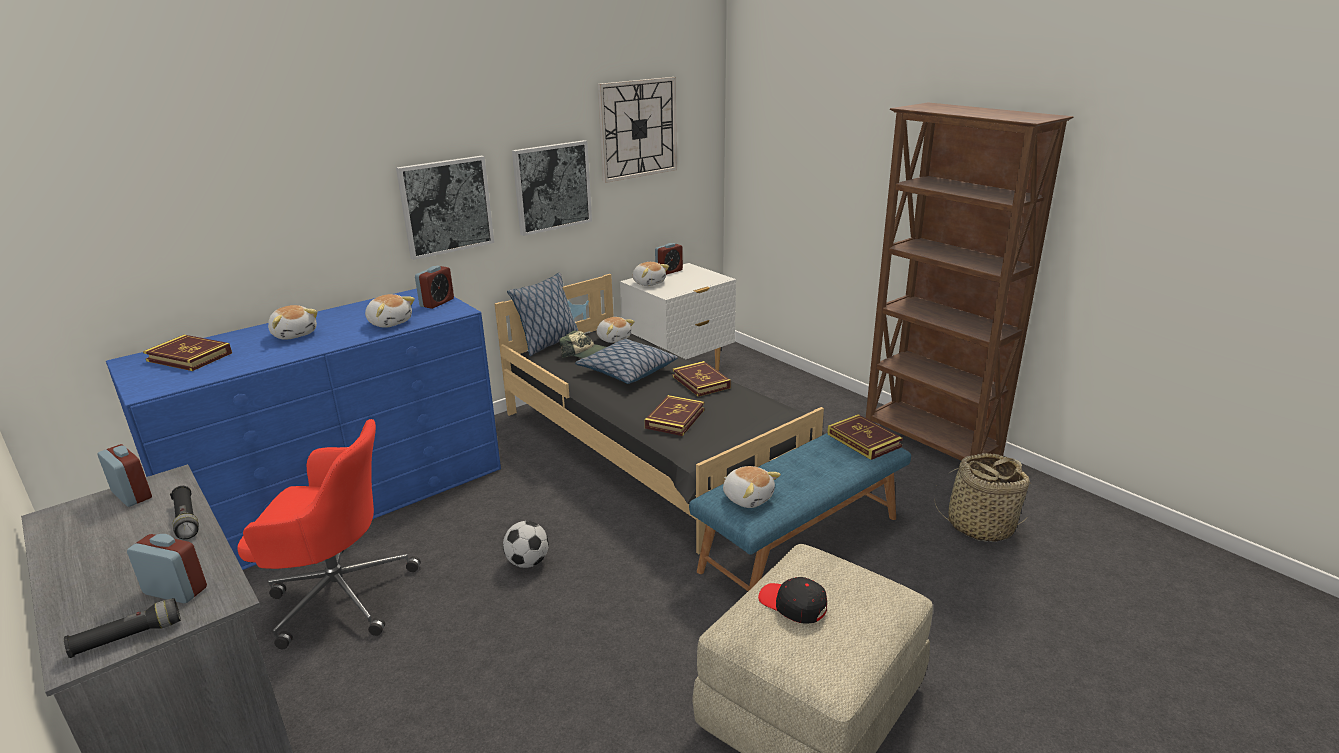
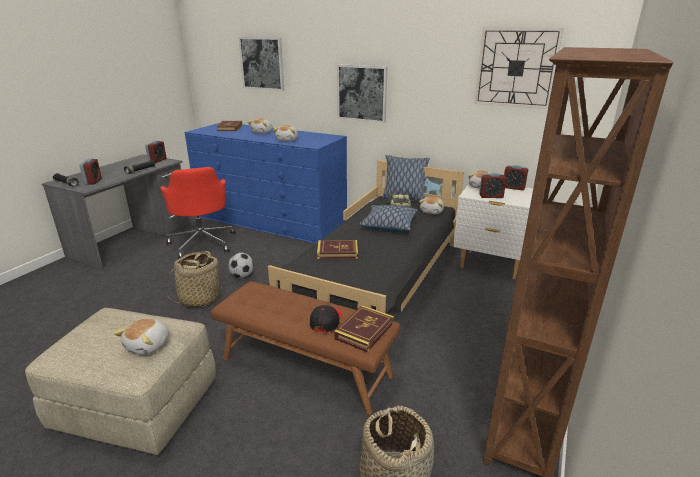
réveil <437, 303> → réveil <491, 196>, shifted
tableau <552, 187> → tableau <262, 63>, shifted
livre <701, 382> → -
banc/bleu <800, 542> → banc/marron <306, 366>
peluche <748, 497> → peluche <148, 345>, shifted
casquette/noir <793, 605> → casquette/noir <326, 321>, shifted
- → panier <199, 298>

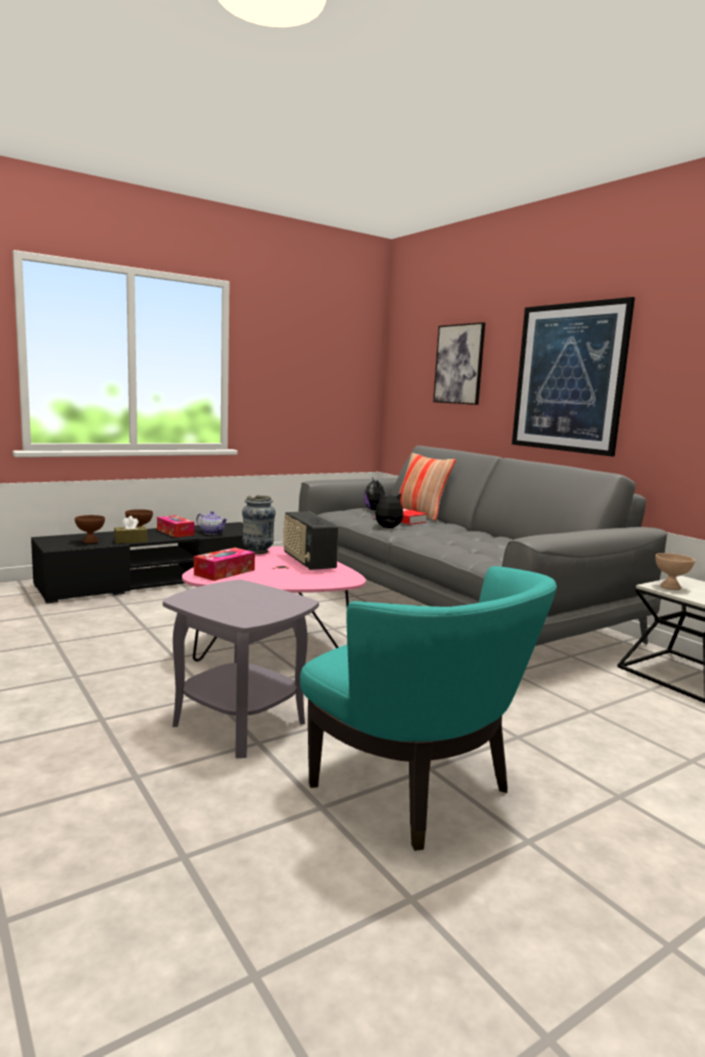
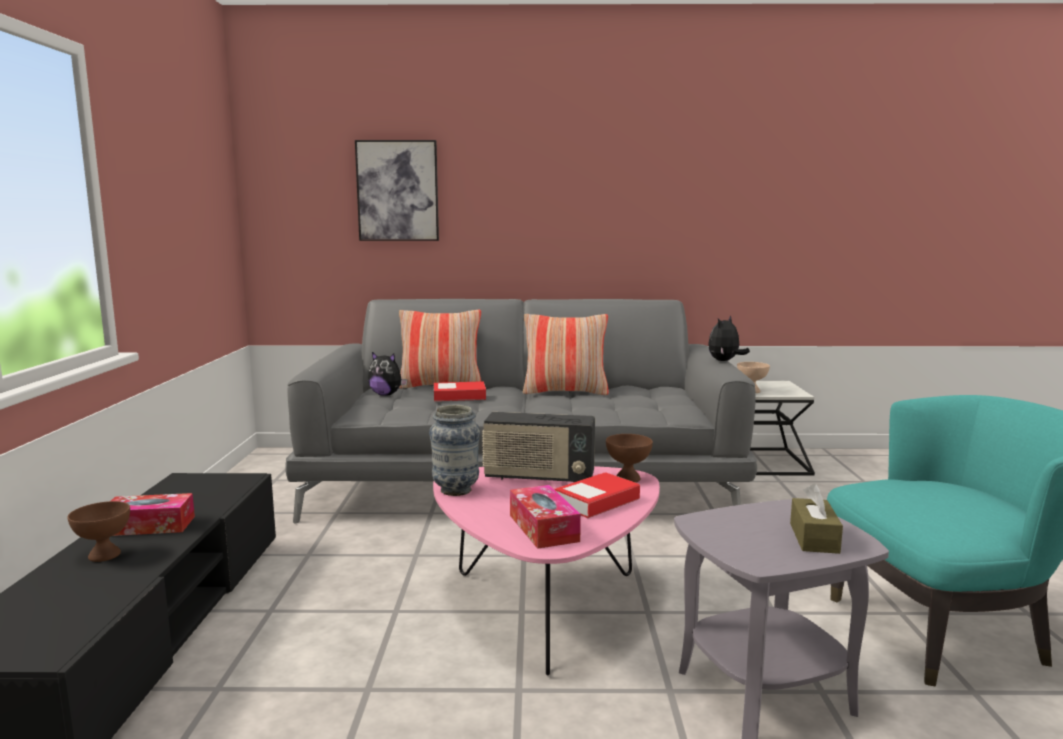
bol/marron <90, 542> → bol/marron <628, 479>, shifted
boîte à mouchoirs/marron <131, 541> → boîte à mouchoirs/marron <814, 538>, shifted
théière <212, 533> → -
peluche <388, 528> → peluche <725, 361>, shifted
tableau <568, 378> → -
- → coussin <565, 392>
- → livre <597, 502>

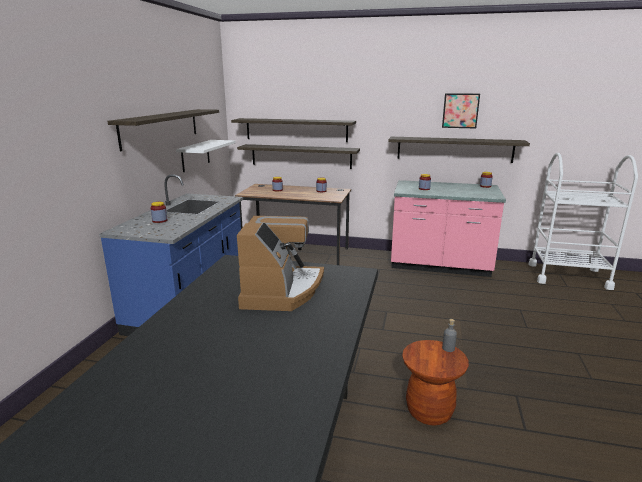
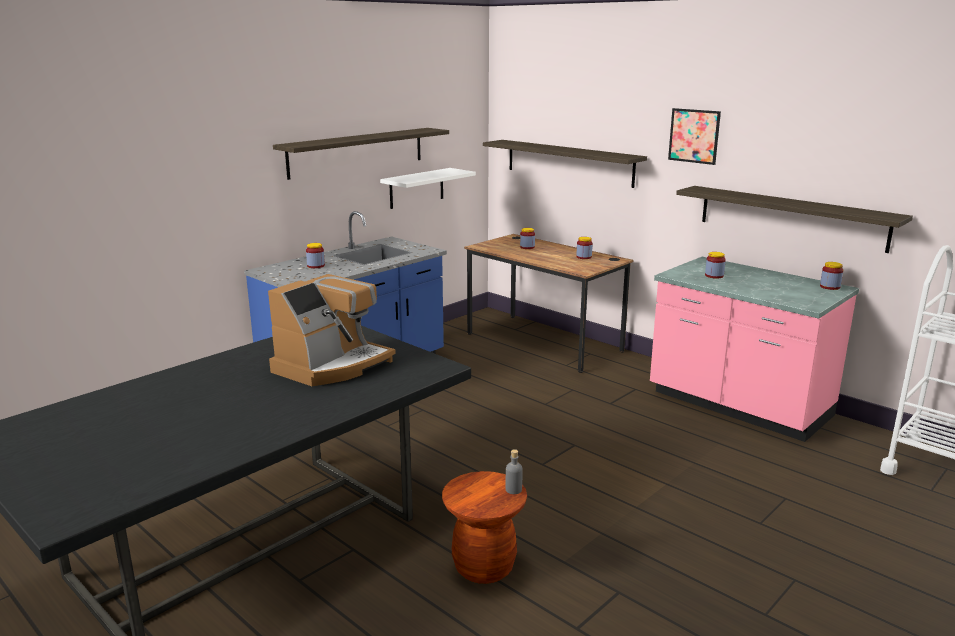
étagère <301, 156> → -
tableau <460, 110> → tableau <694, 136>, shifted

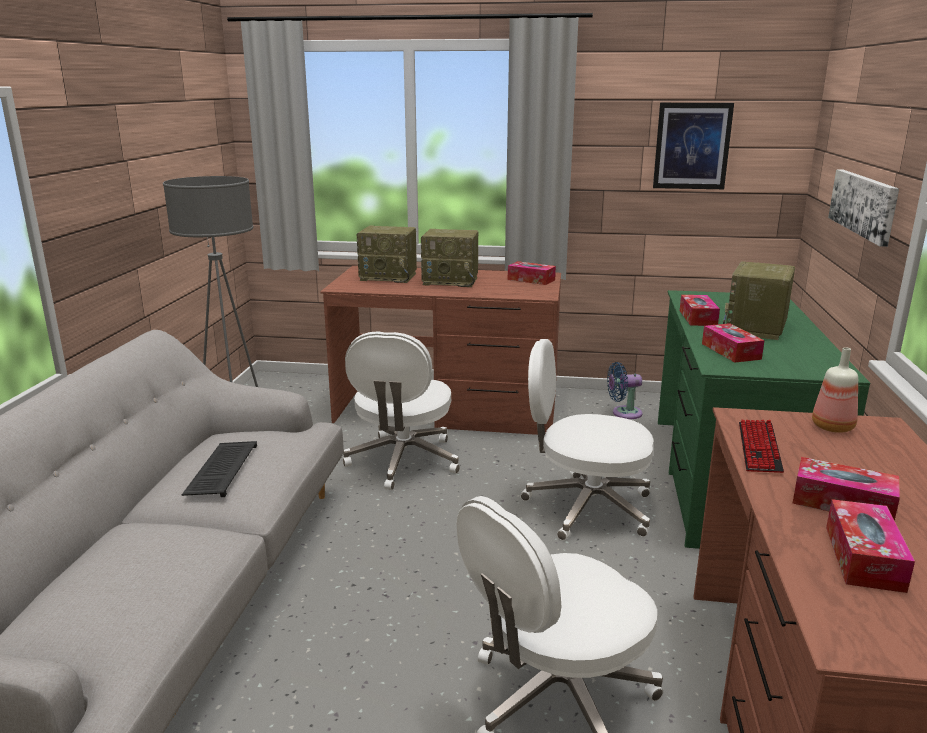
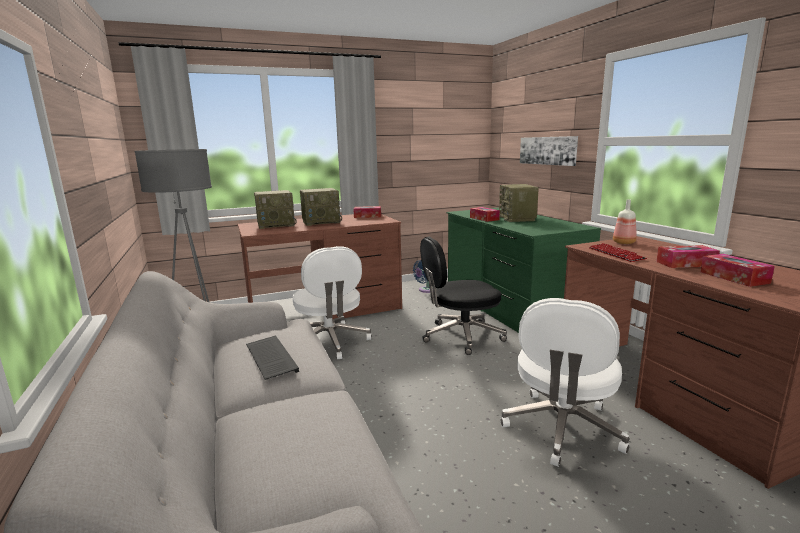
chaise de bureau/blanc <586, 507> → chaise de bureau/noir <461, 336>
tableau <692, 146> → -
boîte à mouchoirs <730, 351> → -

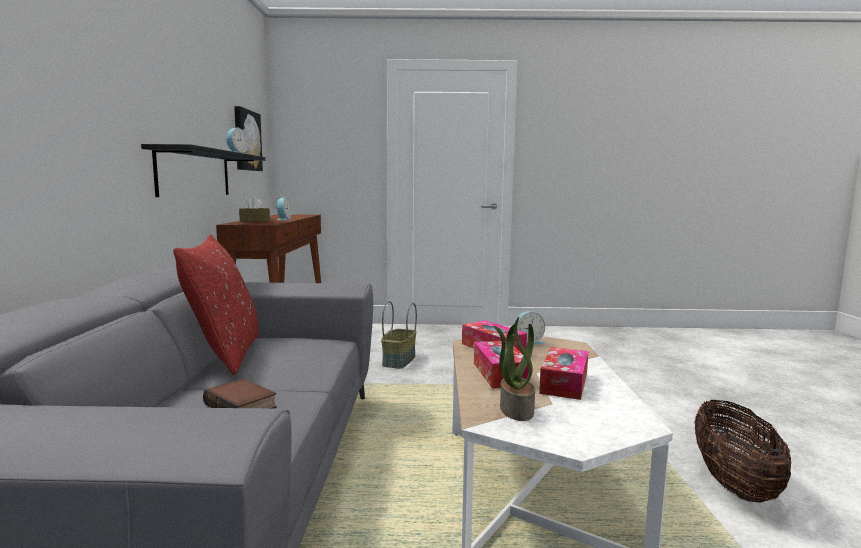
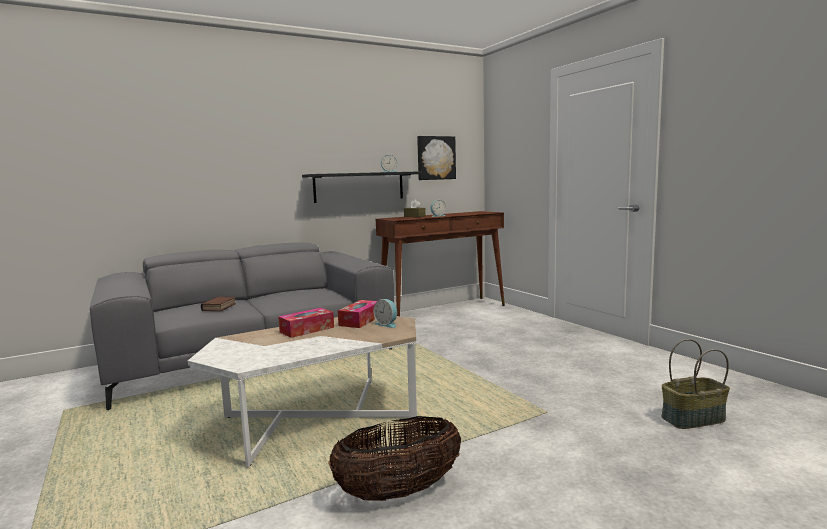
coussin/rouge <224, 355> → -
panier <399, 361> → panier <693, 419>, shifted
plante en pot <515, 409> → -
boîte à mouchoirs <564, 383> → -

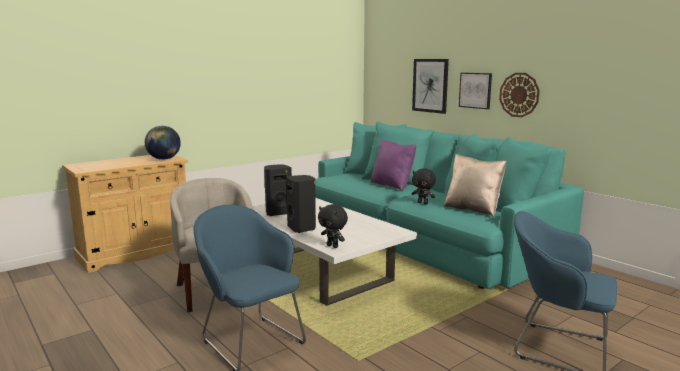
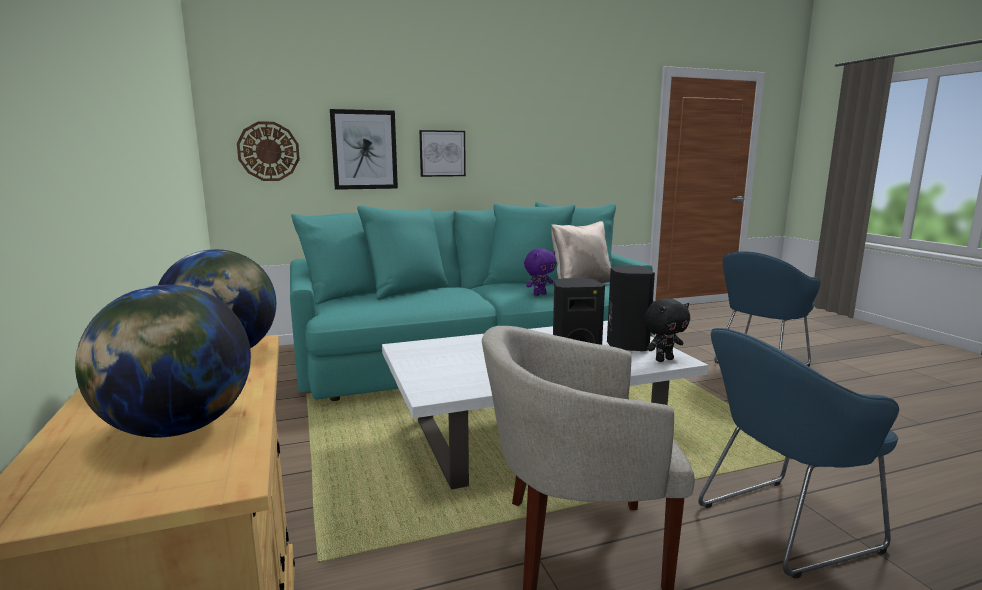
enceinte/noir <278, 213> → enceinte/noir <626, 346>, shifted
coussin/violet <392, 185> → -
peluche/noir <423, 203> → peluche/violet <539, 294>
horloge murale <519, 95> → horloge murale <268, 151>, shifted
- → globe <177, 429>

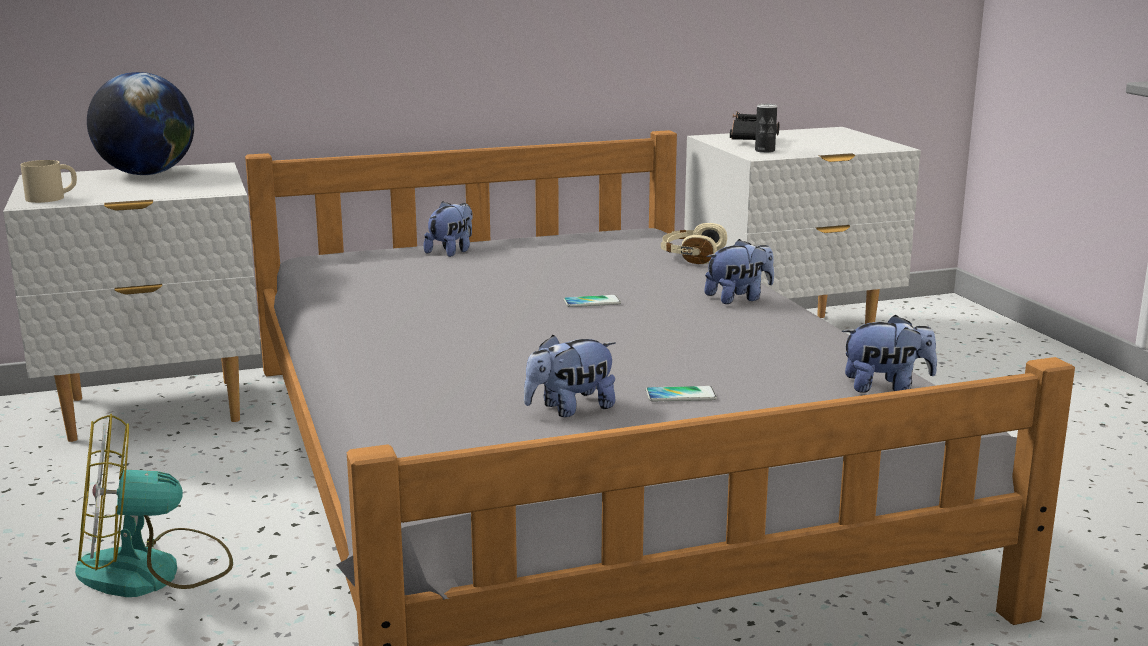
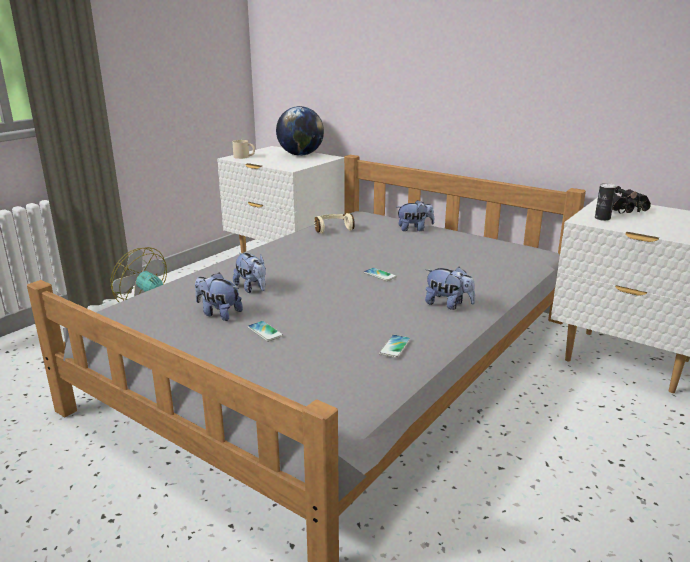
casque audio/beige <691, 256> → casque audio/beige <332, 228>, shifted
peluche <886, 387> → peluche <252, 288>, shifted
- → téléphone <395, 347>

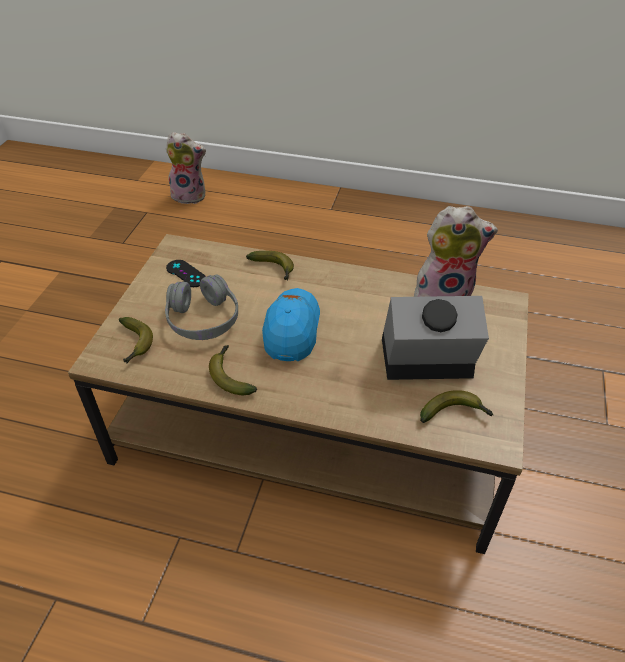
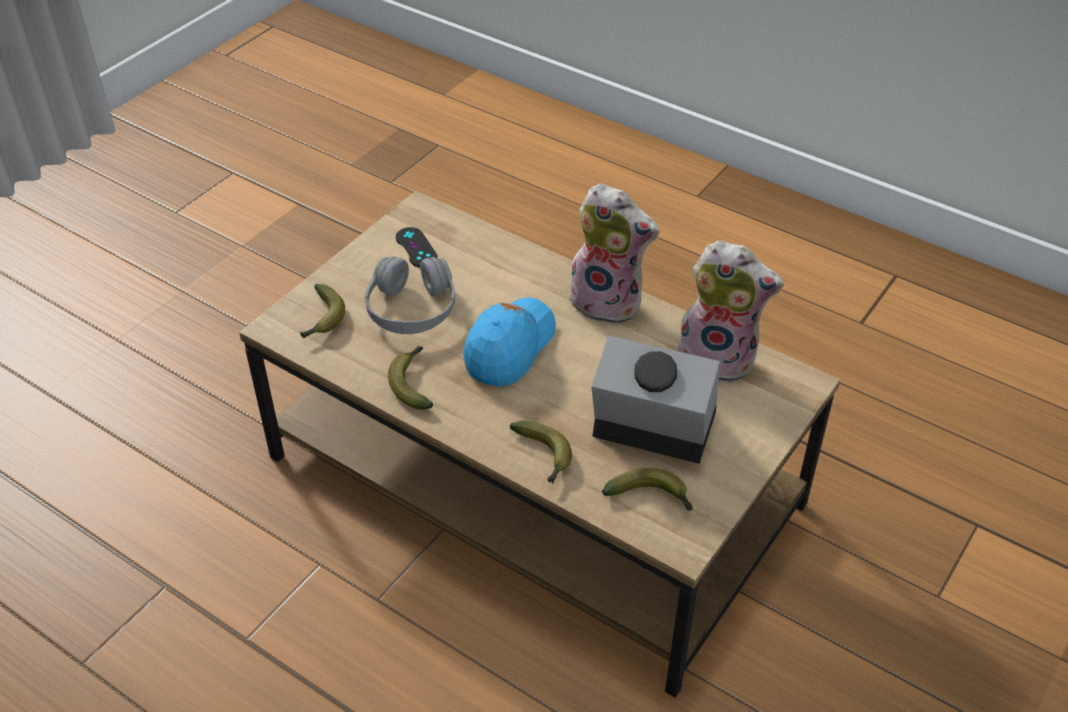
peluche <190, 195> → peluche <609, 302>, shifted
banane <274, 269> → banane <544, 456>, shifted

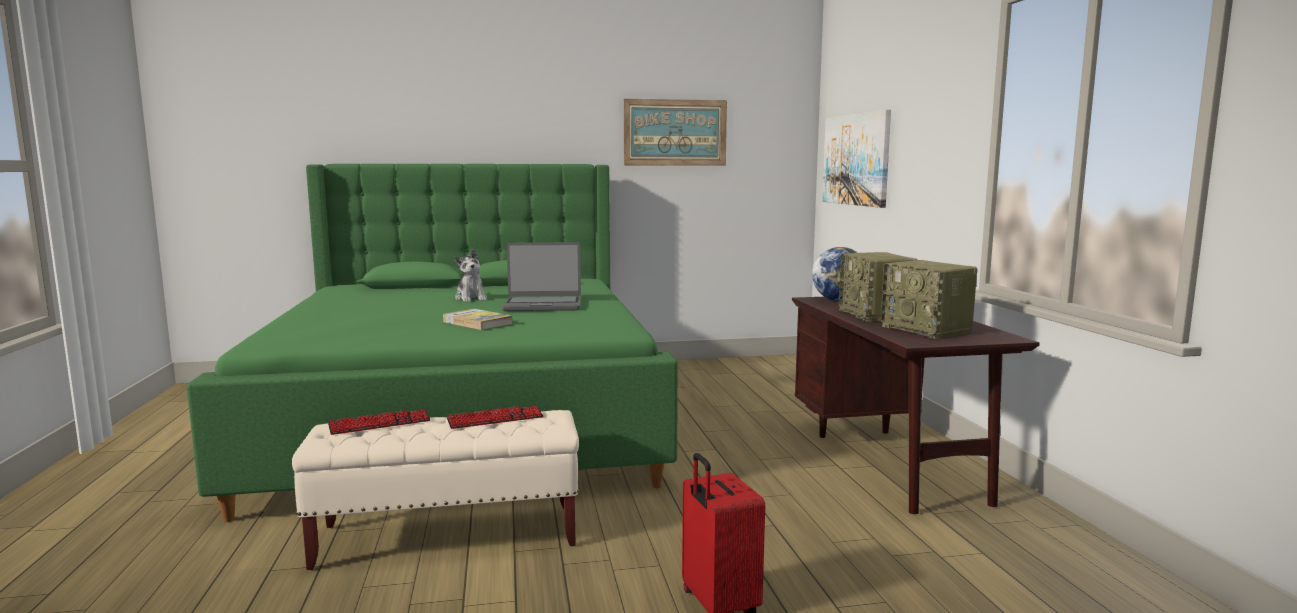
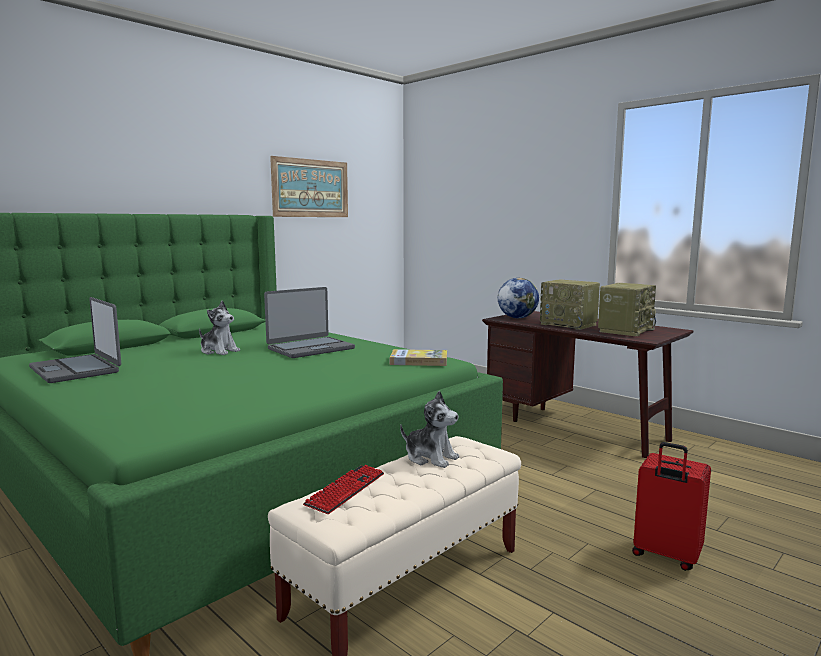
livre <477, 322> → livre <419, 361>, shifted
clavier <495, 419> → peluche <430, 458>
tableau <856, 159> → -
radio <927, 329> → radio <625, 330>, 75 degrees counterclockwise
- → ordinateur portable <76, 370>

